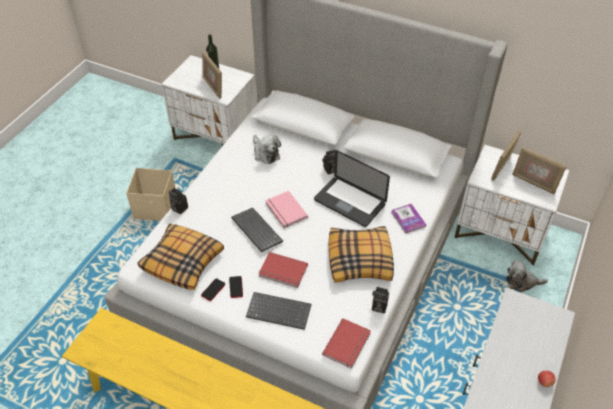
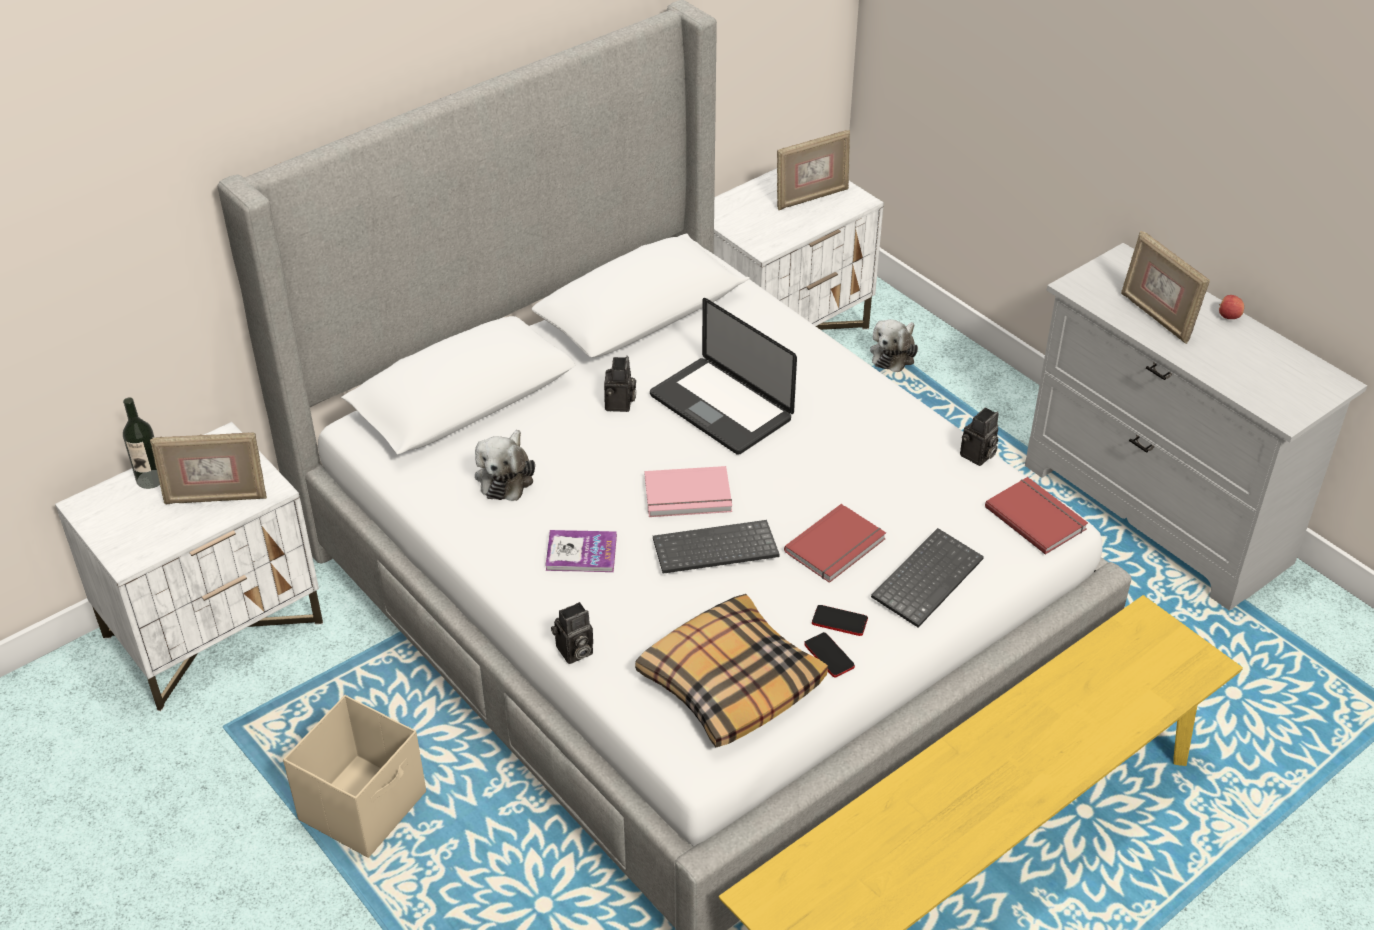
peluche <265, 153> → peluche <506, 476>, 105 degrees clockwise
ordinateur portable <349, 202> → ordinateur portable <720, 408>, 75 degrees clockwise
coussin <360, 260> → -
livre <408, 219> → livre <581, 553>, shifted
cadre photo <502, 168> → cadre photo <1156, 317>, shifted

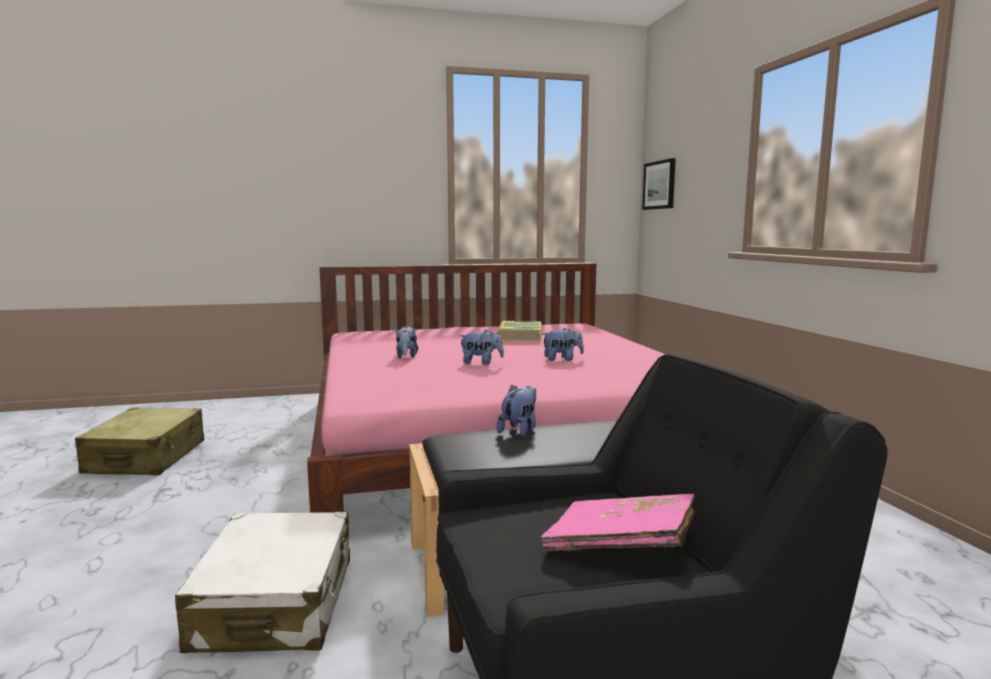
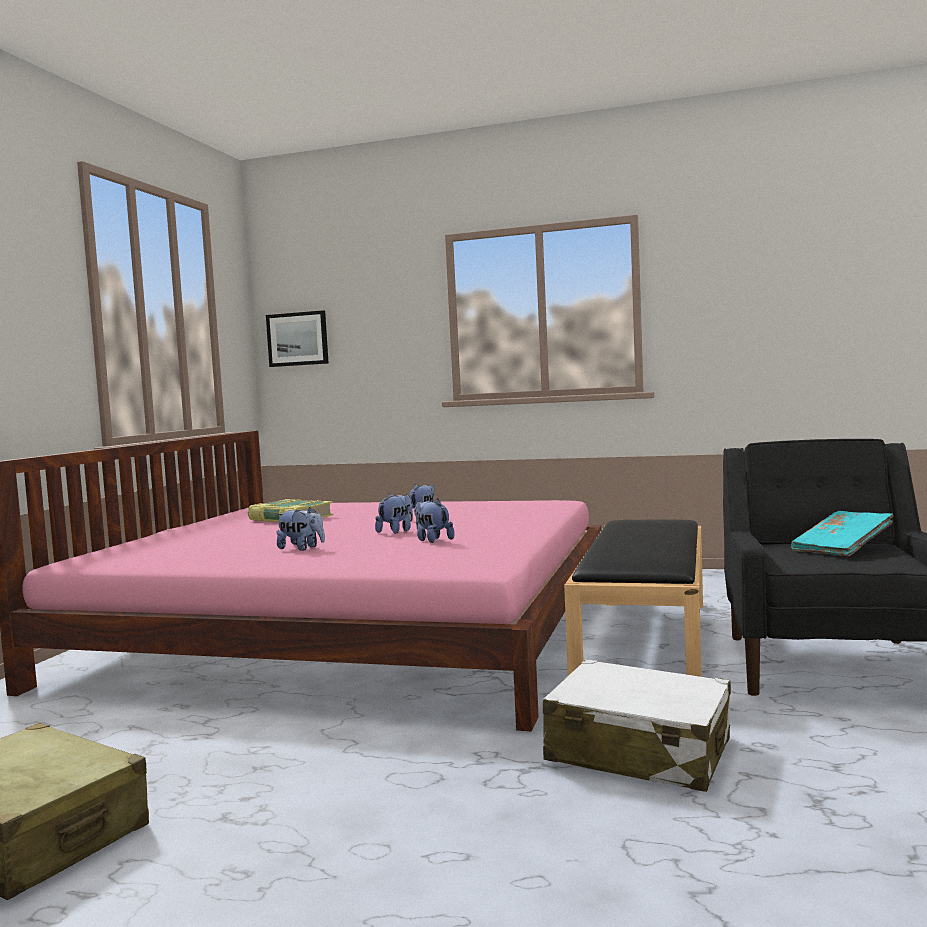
peluche <519, 430> → peluche <432, 540>, shifted
livre/rose <620, 546> → livre/turquoise <842, 549>

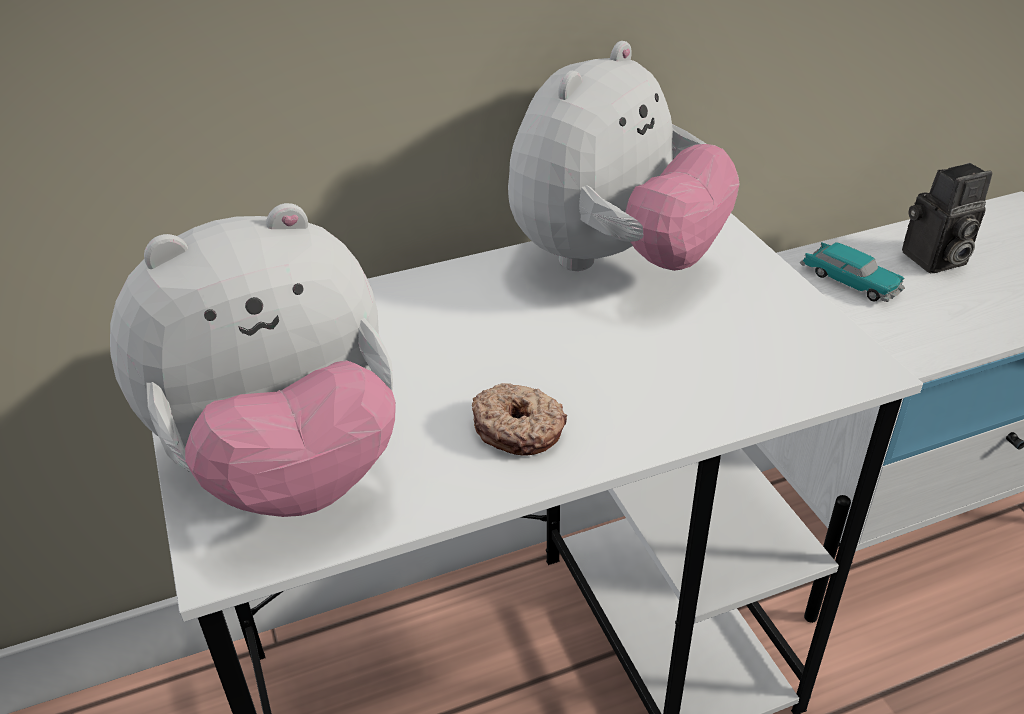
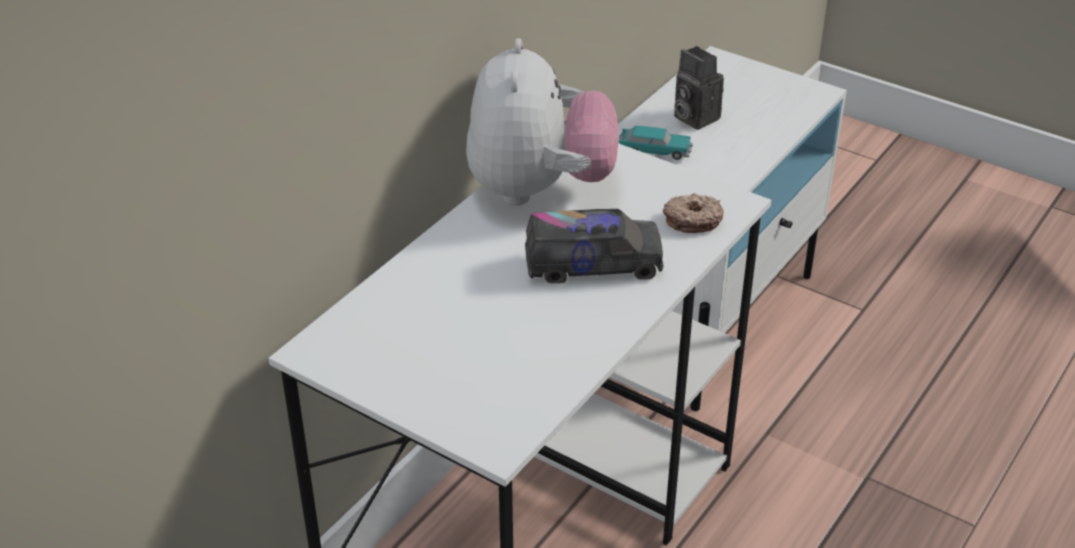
peluche <285, 464> → -
beignet <518, 428> → beignet <692, 220>, shifted
appareil photo <934, 260> → appareil photo <693, 117>, 105 degrees clockwise
- → camion jouet <593, 264>

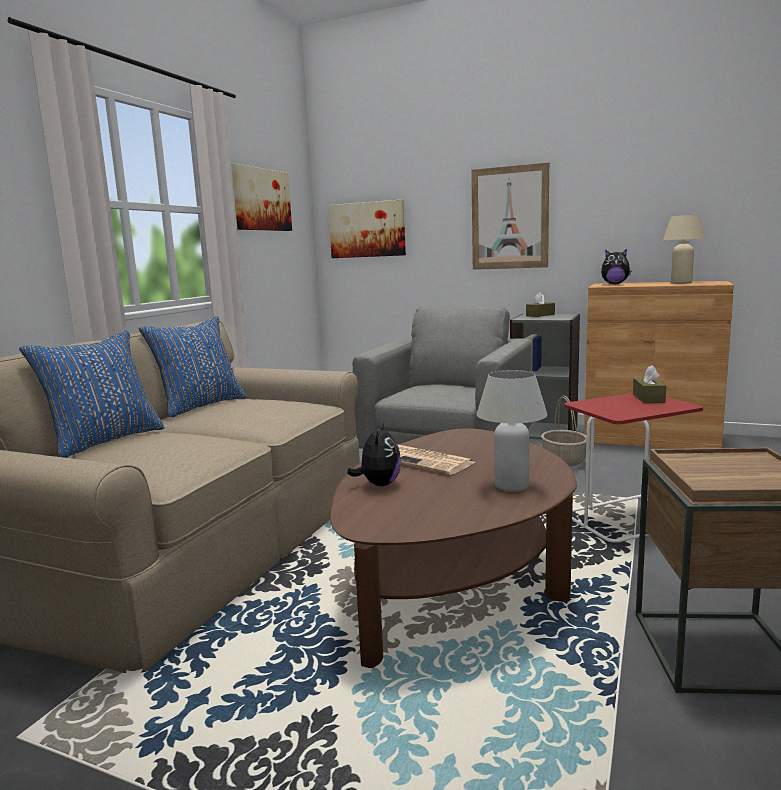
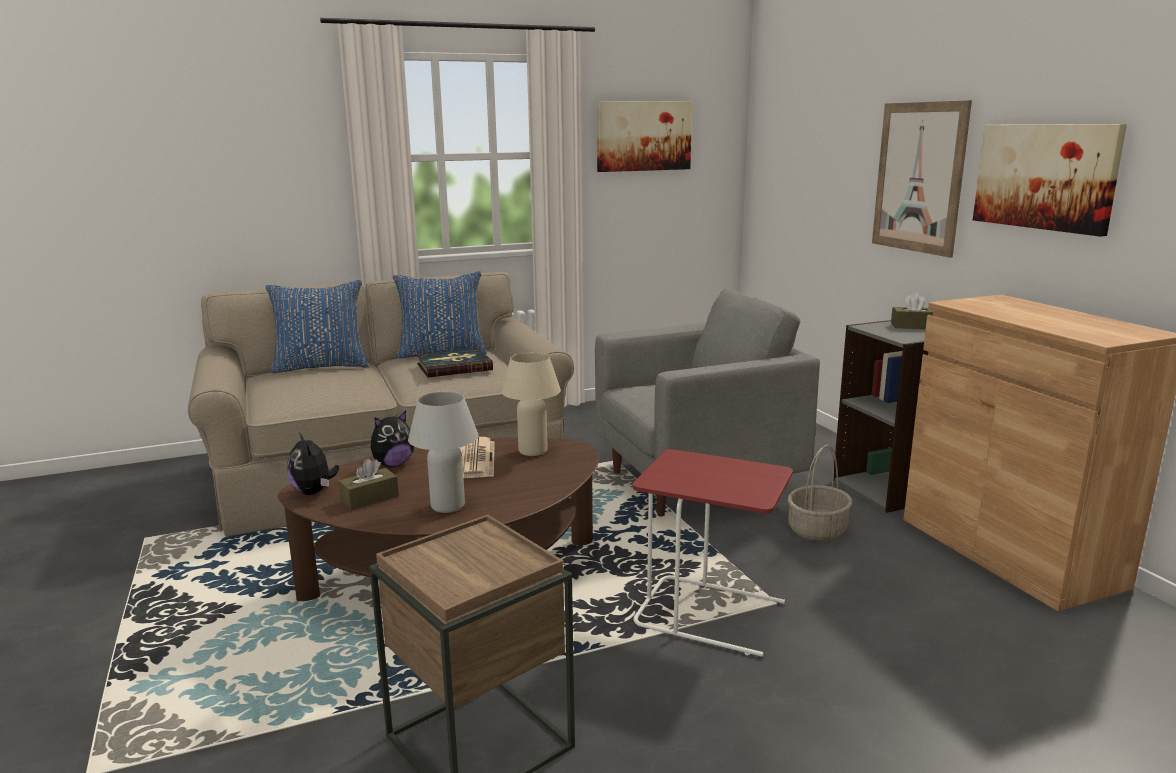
tableau <367, 229> → tableau <1045, 176>, shifted
peluche <614, 284> → peluche <314, 492>, shifted
boîte à mouchoirs/marron <648, 398> → boîte à mouchoirs/marron <369, 498>, shifted
lampe de table/beige <681, 283> → lampe de table/beige <533, 451>, shifted
- → livre <454, 367>

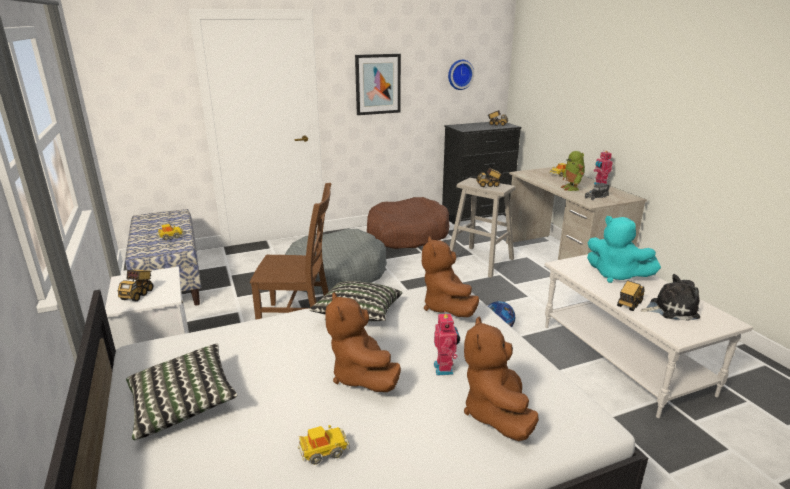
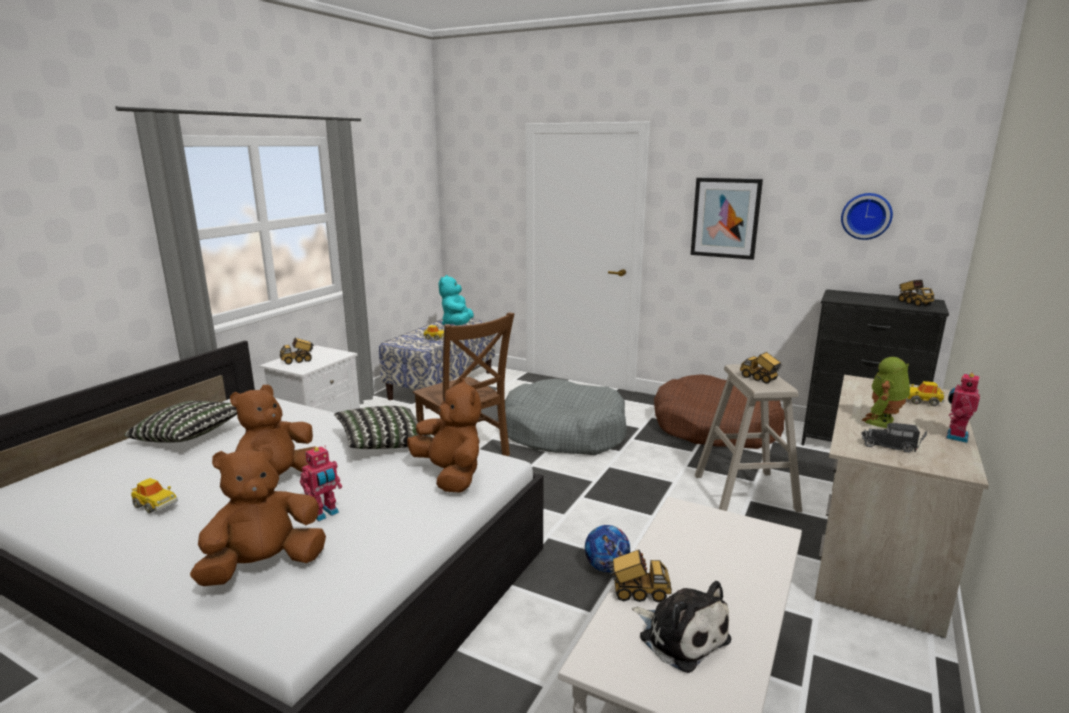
peluche/marron <446, 308> → peluche/marron <450, 475>, 105 degrees clockwise
peluche/turquoise <615, 275> → peluche/turquoise <457, 324>, shifted

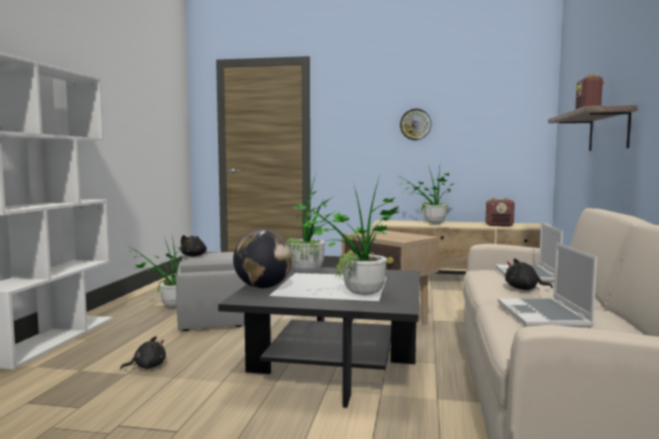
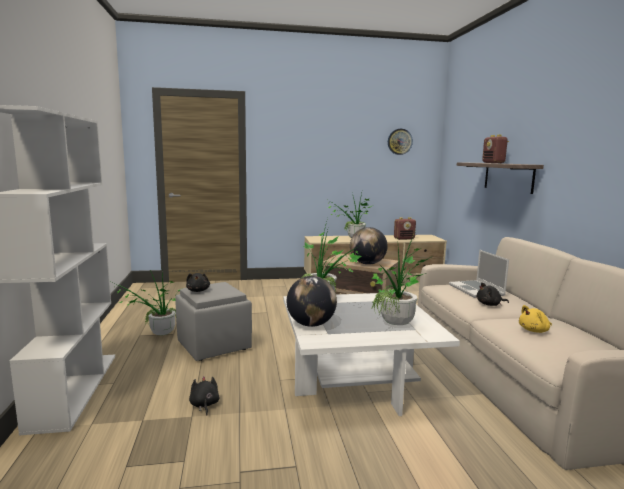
peluche/noir <147, 367> → peluche/noir <204, 405>, 60 degrees counterclockwise
table basse/noir <332, 367> → table basse/blanc <357, 380>
horloge murale <415, 124> → horloge murale <399, 141>, shifted
ordinateur portable <544, 315> → peluche/jaune <534, 330>
- → globe <367, 264>

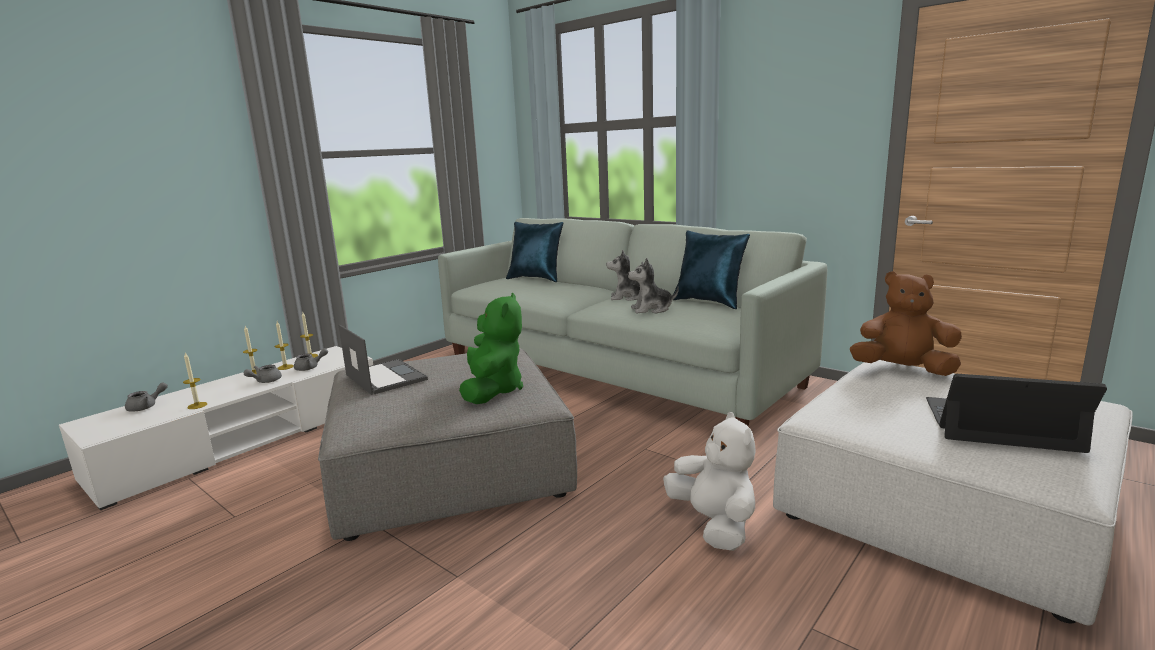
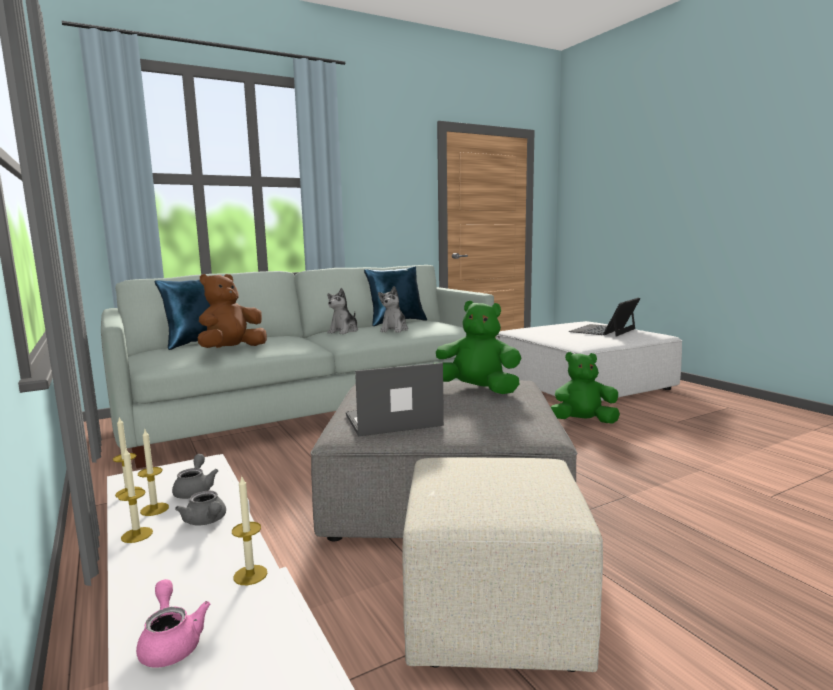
théière/gris <146, 407> → théière/rose <171, 642>
peluche/blanc <714, 524> → peluche/vert <583, 422>
peluche/marron <902, 370> → peluche/marron <232, 349>, shifted
- → pouf/beige <491, 618>

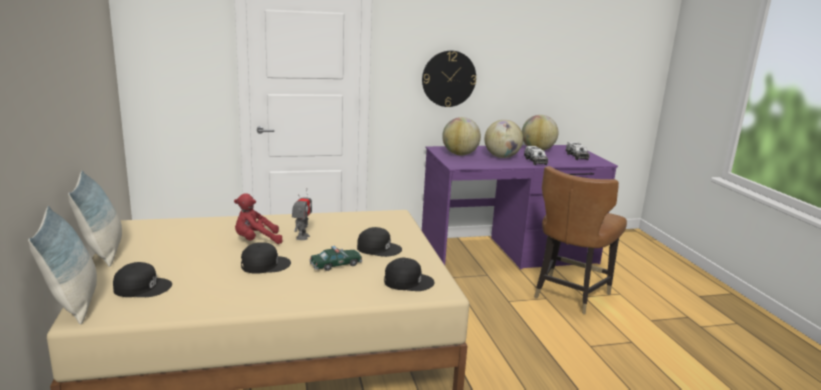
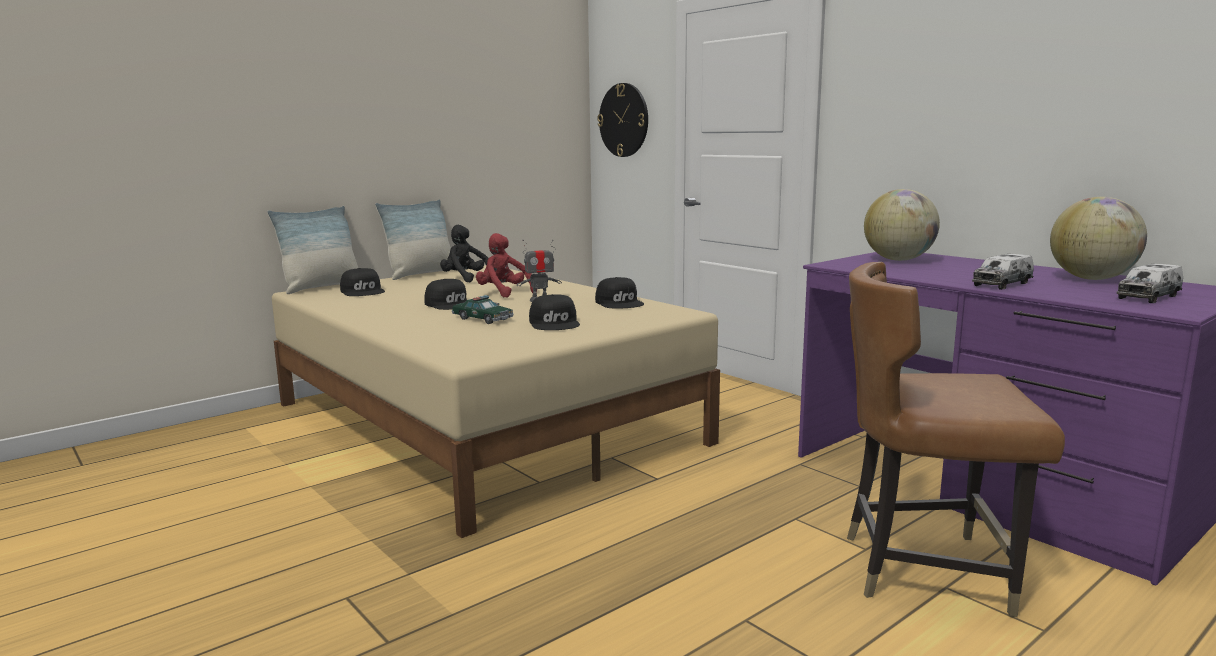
casquette/noir <408, 281> → casquette/noir <620, 303>, shifted
horloge murale <448, 78> → horloge murale <624, 120>, shifted
globe <502, 157> → -
- → peluche/noir <466, 279>

